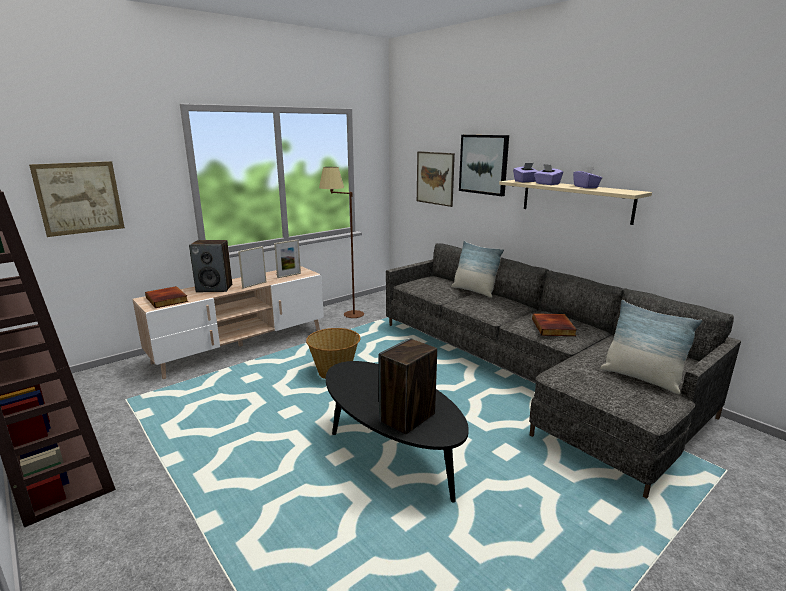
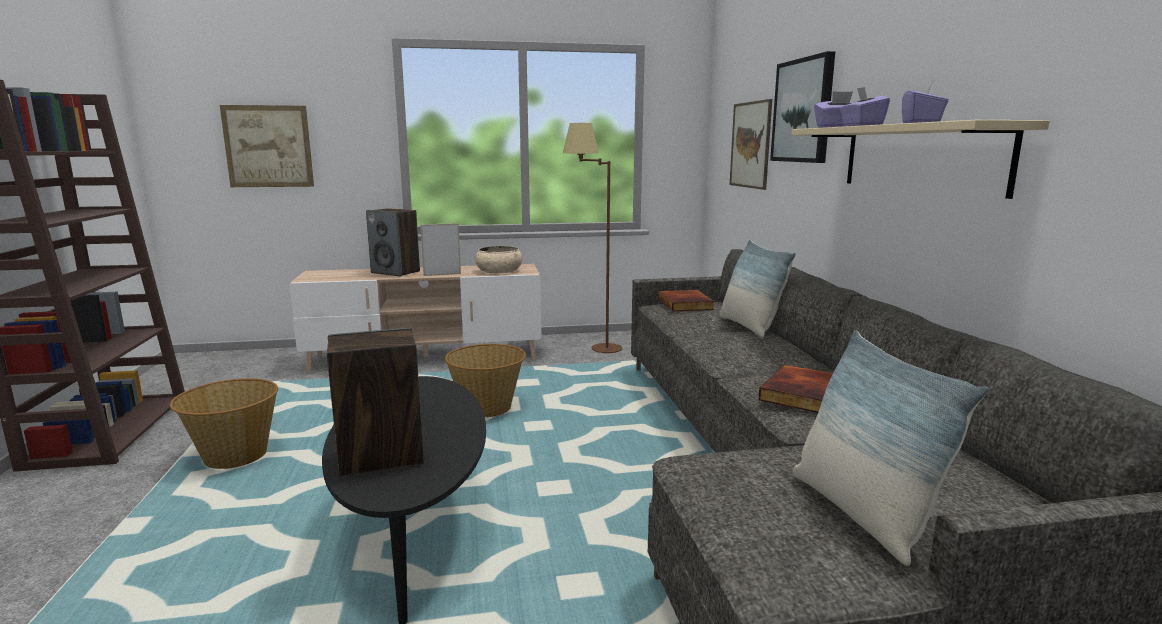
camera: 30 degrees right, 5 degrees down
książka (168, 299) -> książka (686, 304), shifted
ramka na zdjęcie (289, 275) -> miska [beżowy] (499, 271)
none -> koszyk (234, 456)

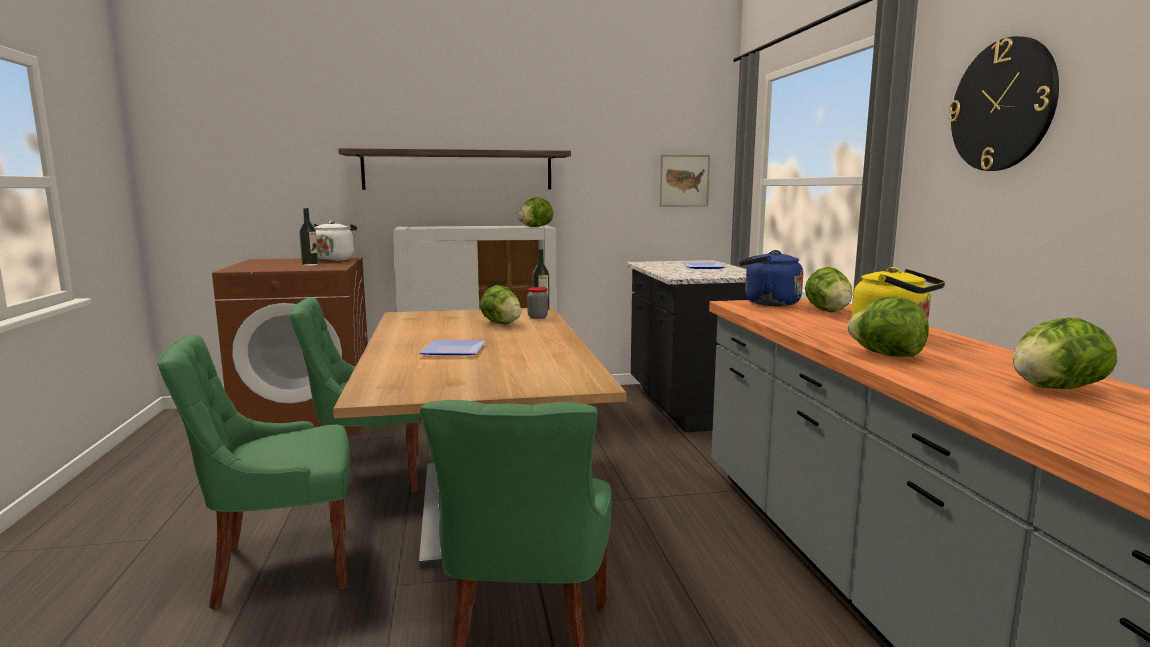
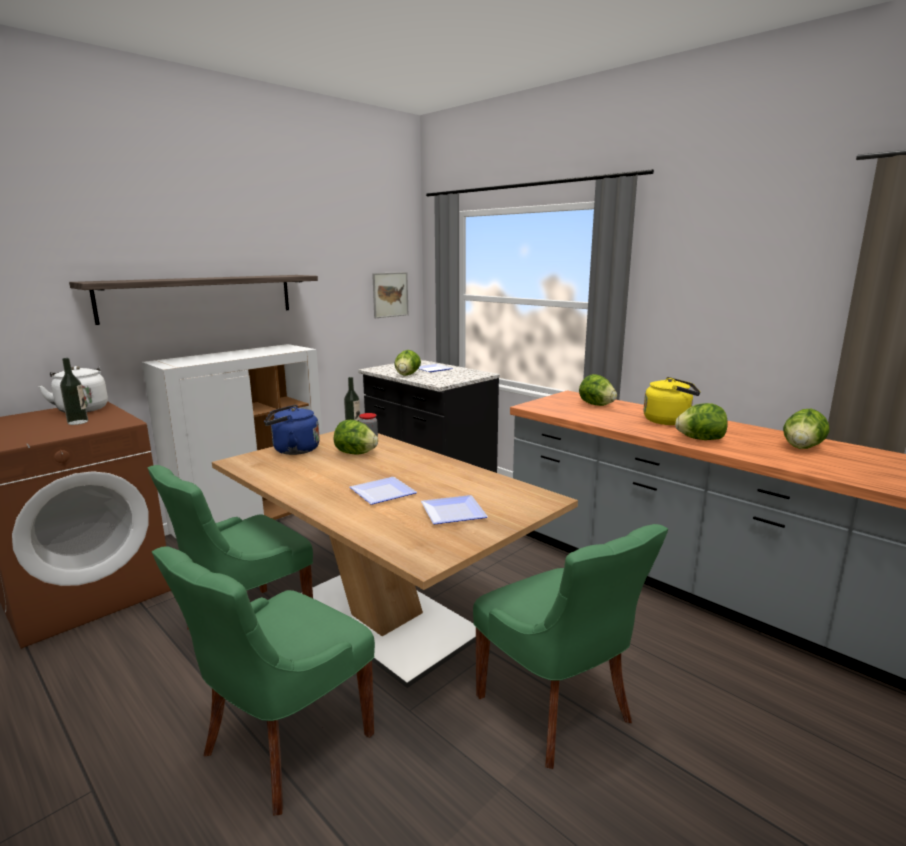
camera: 35 degrees left, 5 degrees up
sałata (535, 227) -> sałata (407, 375), shifted
czajnik [niebieski] (768, 303) -> czajnik [niebieski] (293, 450), shifted
zegar ścienny (1002, 105) -> none
none -> talerz (451, 512)

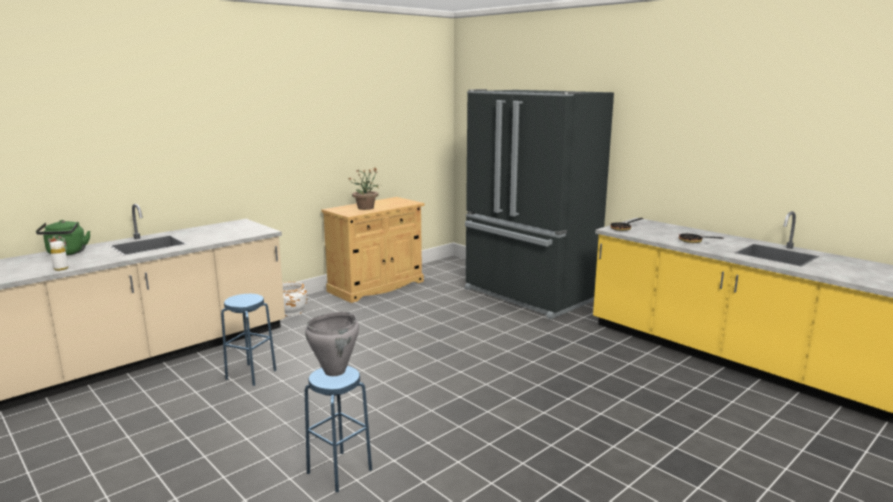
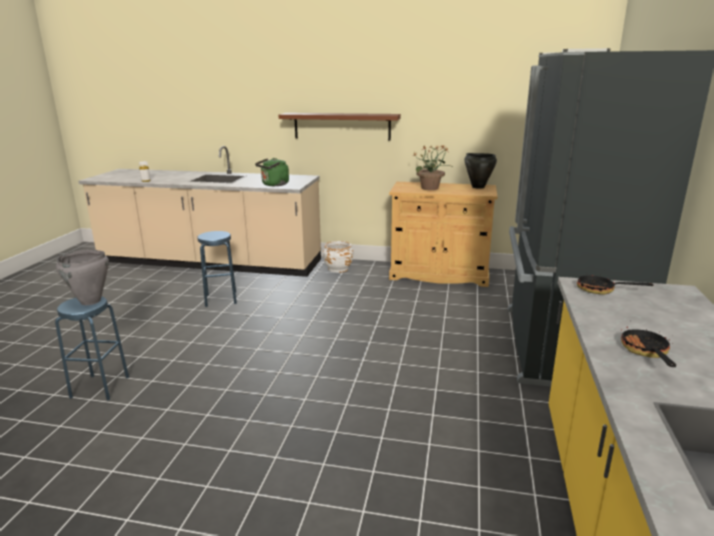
camera: 55 degrees right, 5 degrees up
czajnik [zielony] (66, 253) -> czajnik [zielony] (274, 185), shifted
none -> półka [brązowy] (342, 126)
none -> garnek [czarny] (478, 187)

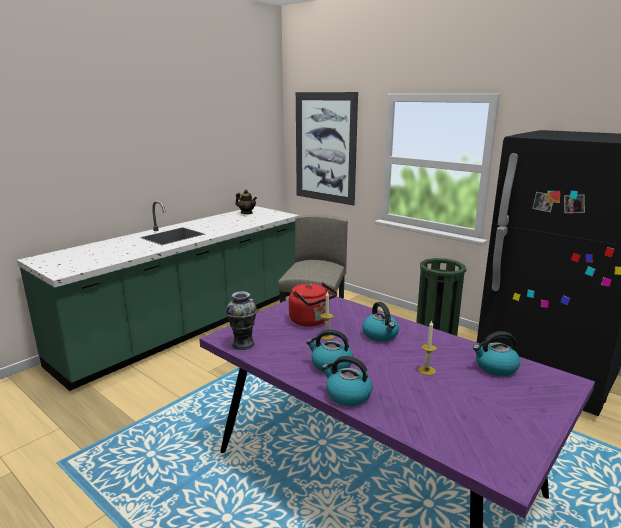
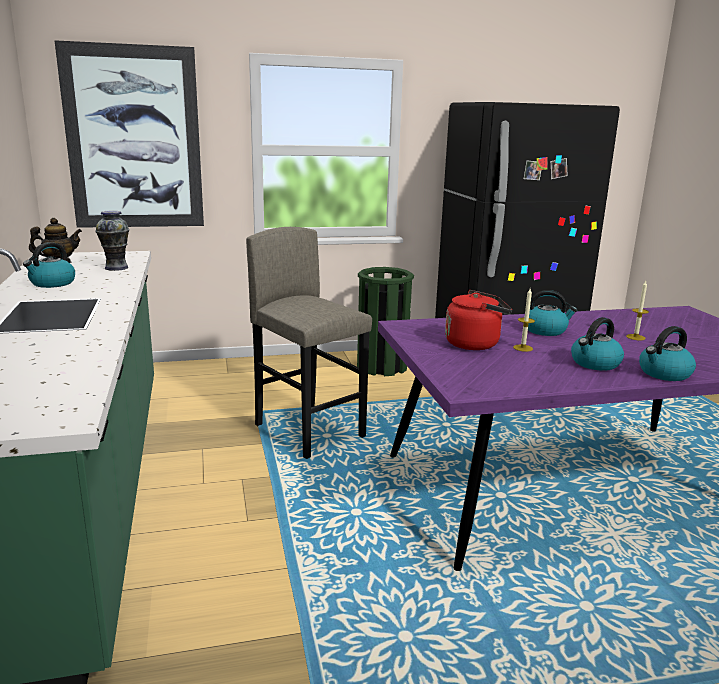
camera: 55 degrees left, 0 degrees up
wazon (243, 344) -> wazon (117, 268), shifted
czajnik (495, 367) -> czajnik (52, 283), shifted

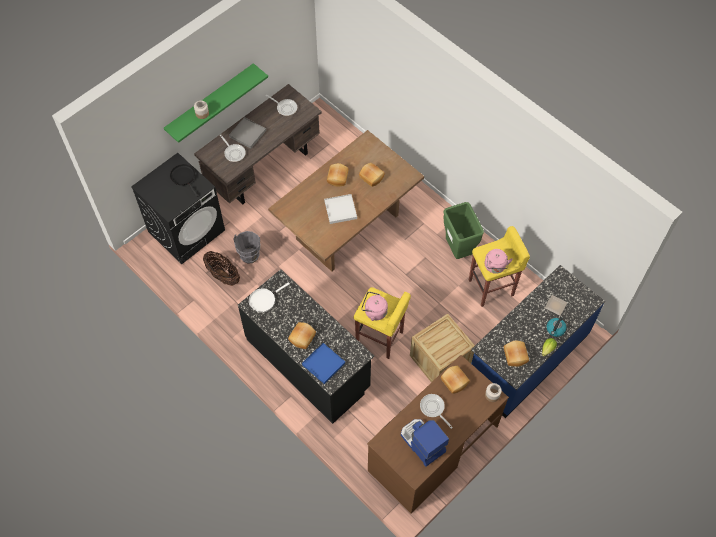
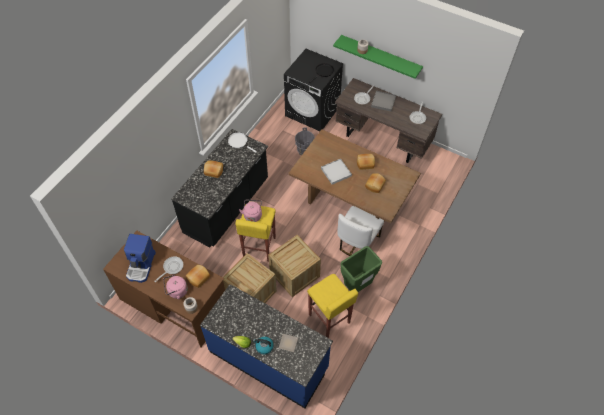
camera: 75 degrees right, 5 degrees down
koszyk (223, 275) -> none
taca [niebieski] (323, 364) -> none
ekspres do kawy (422, 443) -> ekspres do kawy (141, 265), 150 degrees clockwise
czajnik [różowy] (495, 267) -> czajnik [różowy] (176, 291), shifted
chleb (514, 356) -> none
none -> skrzynka (294, 274)
none -> krzesło [biały] (357, 242)

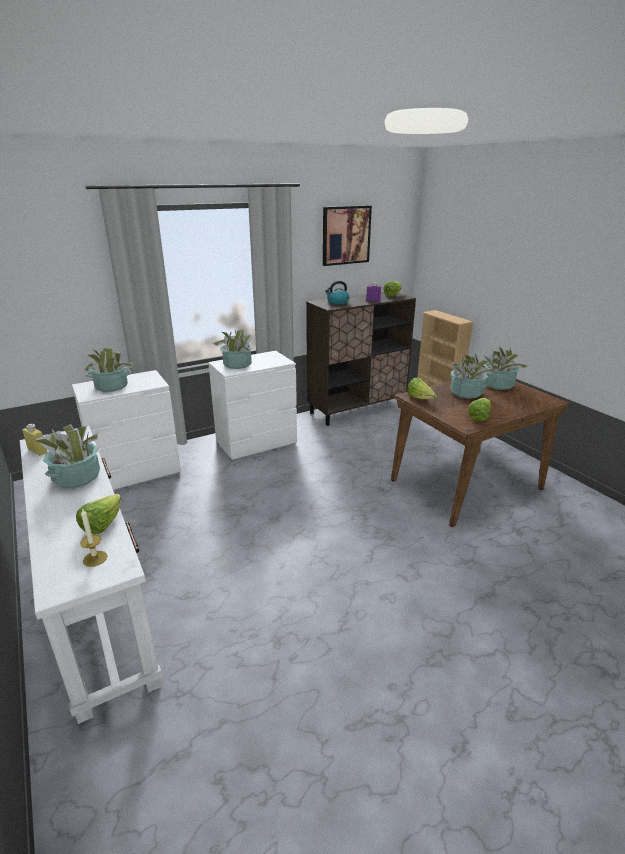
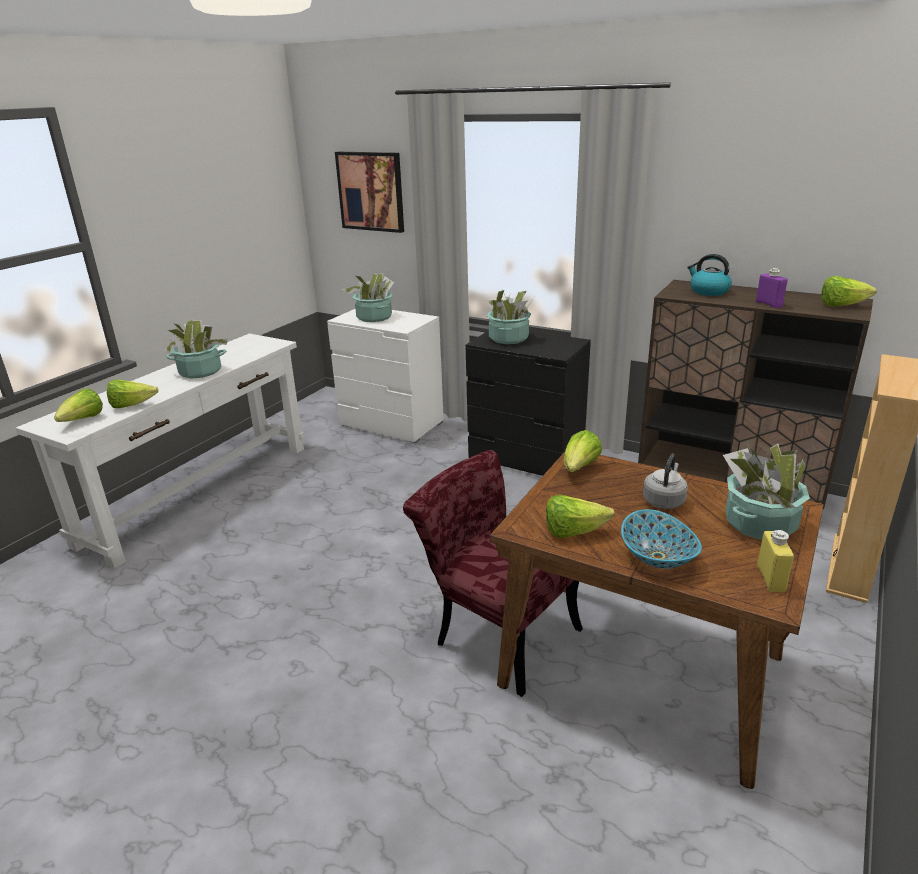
camera: 60 degrees right, 0 degrees up
butelka [żółty] (37, 451) -> butelka [żółty] (770, 578), shifted
świeca (95, 558) -> sałata (83, 420)
komoda [biały] (257, 443) -> komoda [czarny] (527, 458)
obraz (346, 235) -> obraz (371, 191), shifted
roślina doniczkowa (466, 393) -> czajnik [szary] (664, 500)
none -> krzesło [czerwony] (495, 631)
none -> miska (657, 557)

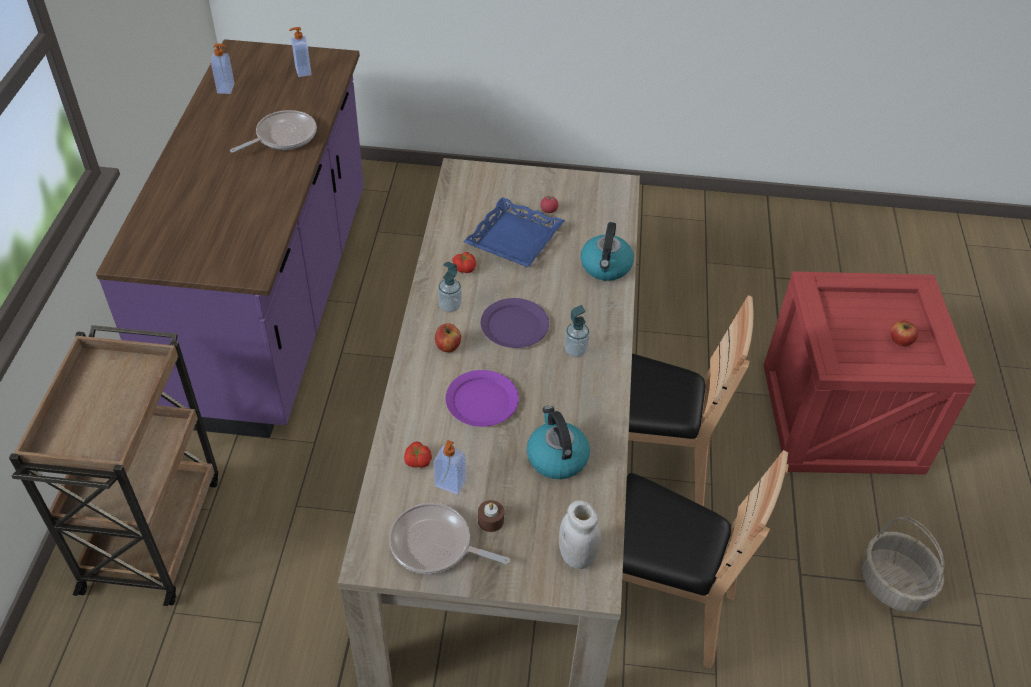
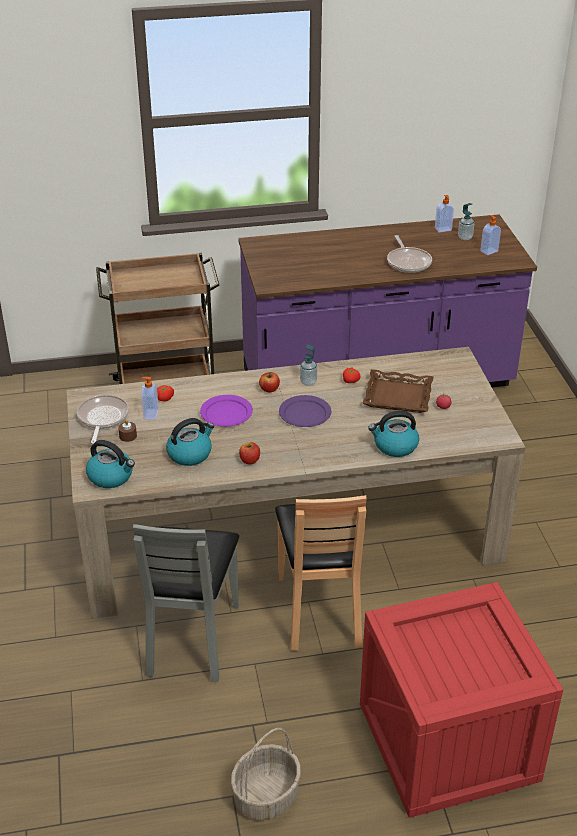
camera: 75 degrees right, 10 degrees down
patelnia (283, 136) -> patelnia (408, 262), 45 degrees clockwise
taca [niebieski] (514, 238) -> taca [brązowy] (398, 396)
słoik [biały] (577, 556) -> czajnik (111, 476)
dozownik mydła (575, 350) -> dozownik mydła (465, 237), shifted
krzesło [brązowy] (659, 605) -> krzesło [szary] (191, 638)
jabłko (900, 341) -> jabłko (249, 460), shifted

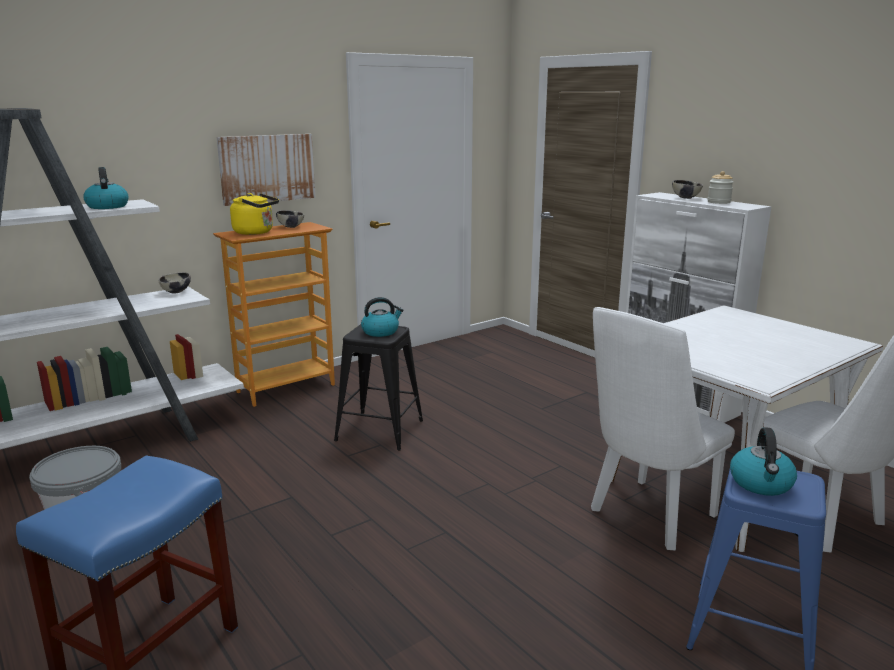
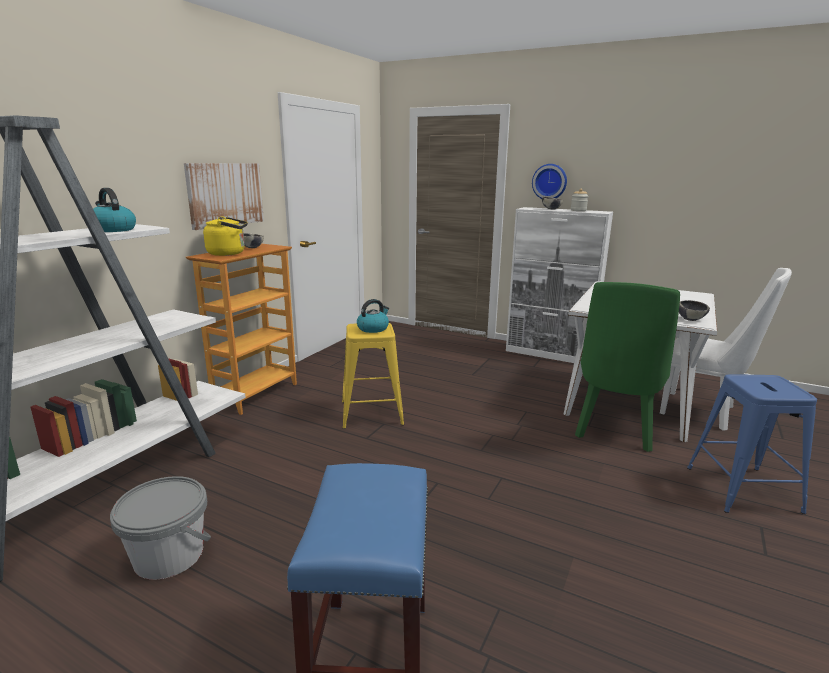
camera: 25 degrees left, 0 degrees up
miska (176, 292) -> miska (690, 319), shifted
stołek [czarny] (379, 430) -> stołek [żółty] (371, 413)
krzesło [biały] (647, 517) -> krzesło [zielony] (614, 433)
czajnik (761, 484) -> none
none -> zegar ścienny (550, 182)

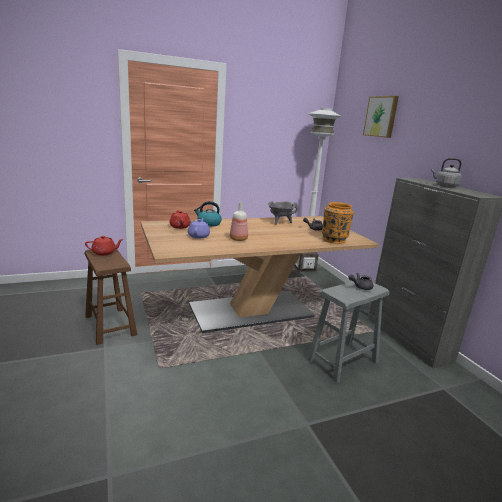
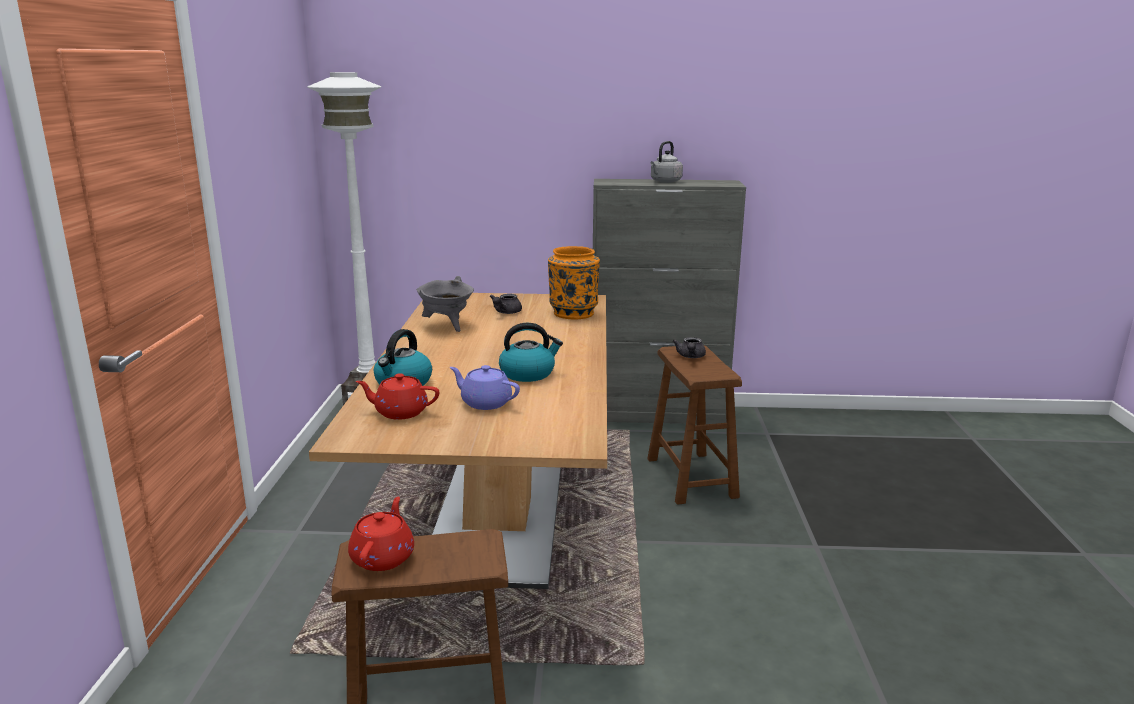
camera: 65 degrees left, 0 degrees up
butelka (238, 239) -> czajnik (528, 373)
stołek [szary] (342, 361) -> stołek [brązowy] (691, 477)
obraz (381, 116) -> none

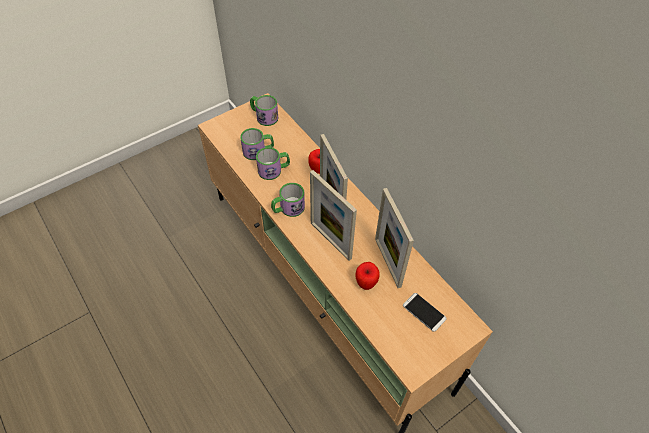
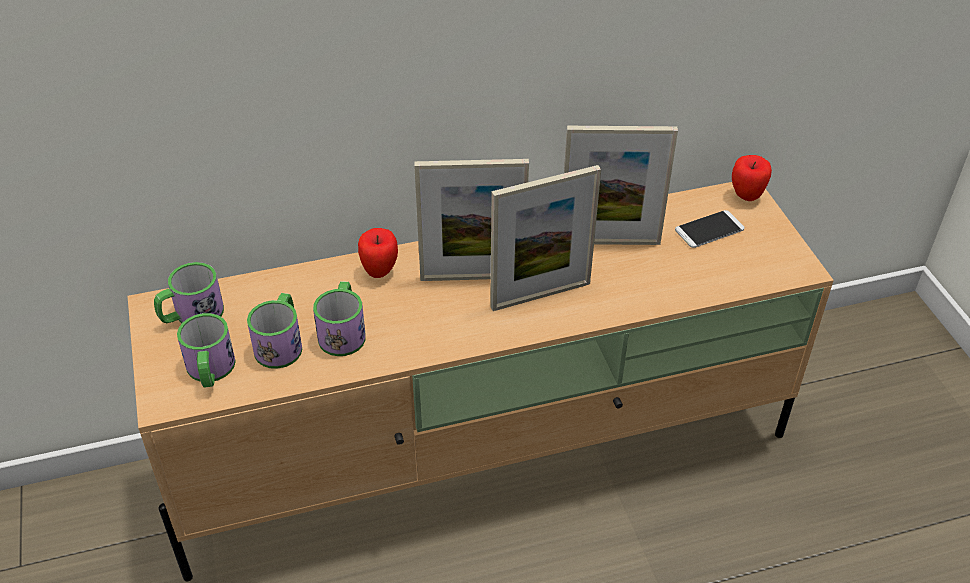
camera: 70 degrees left, 10 degrees down
kubek (288, 208) -> kubek (210, 371), shifted
jabłko (366, 284) -> jabłko (746, 196), shifted

